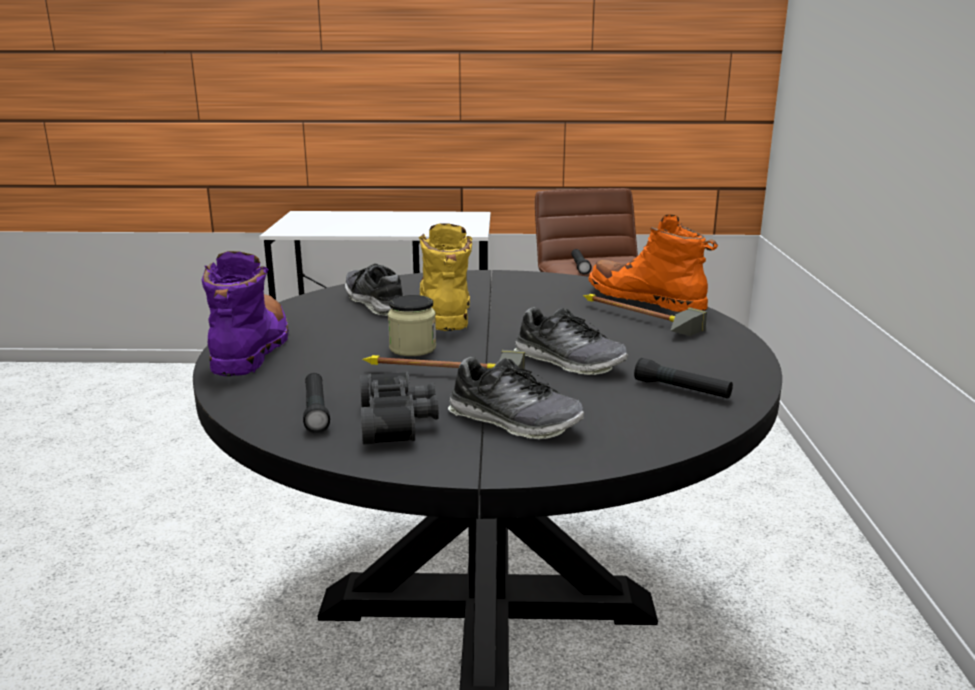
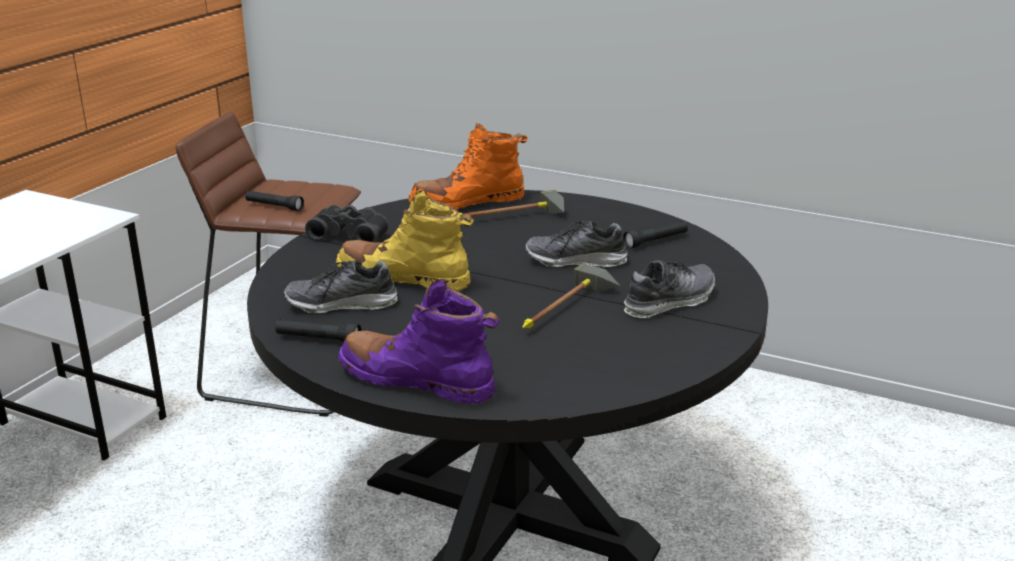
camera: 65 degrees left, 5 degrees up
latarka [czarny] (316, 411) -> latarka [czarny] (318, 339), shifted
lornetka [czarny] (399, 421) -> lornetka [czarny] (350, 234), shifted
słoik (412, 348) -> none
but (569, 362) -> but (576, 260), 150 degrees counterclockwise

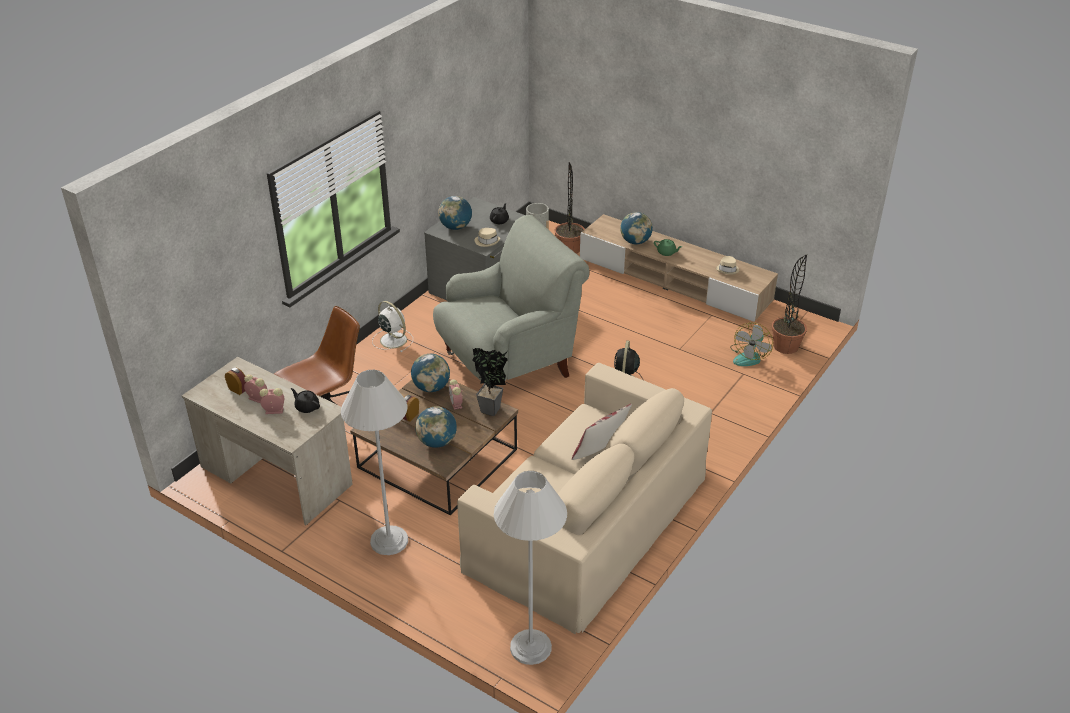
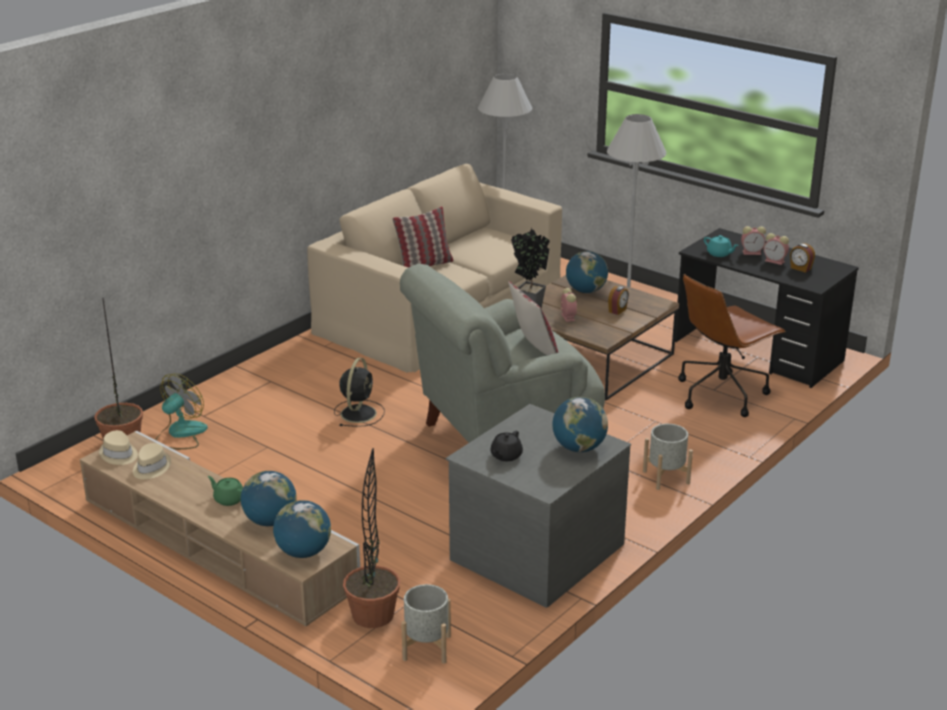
camera: 175 degrees left, 10 degrees down
biurko [beżowy] (276, 475) -> biurko [czarny] (758, 352)
imbryk [czarny] (307, 407) -> imbryk [turkusowy] (719, 254)
wentylator [biały] (392, 339) -> donica [szary] (666, 477)
globus (431, 387) -> globus (303, 552), shifted
kapelusz [beżowy] (487, 241) -> kapelusz [beżowy] (119, 455), shifted
none -> poduszka (534, 348)

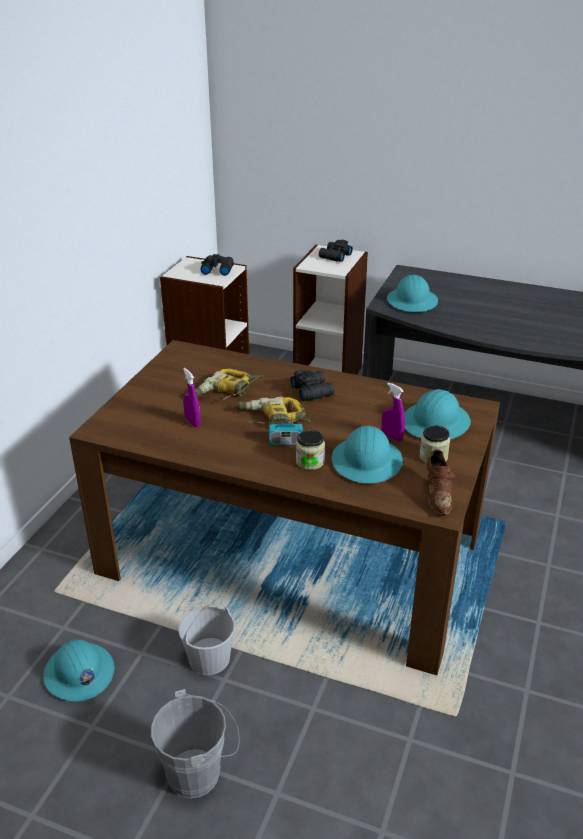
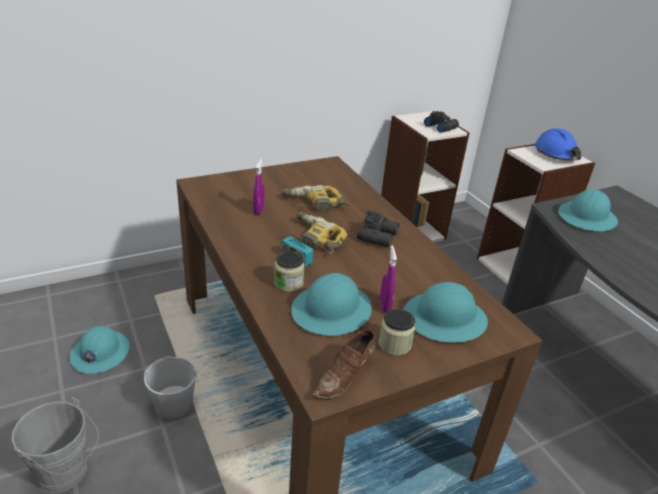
camera: 40 degrees right, 0 degrees up
lornetka [czarny] (334, 256) -> kask [niebieski] (556, 154)

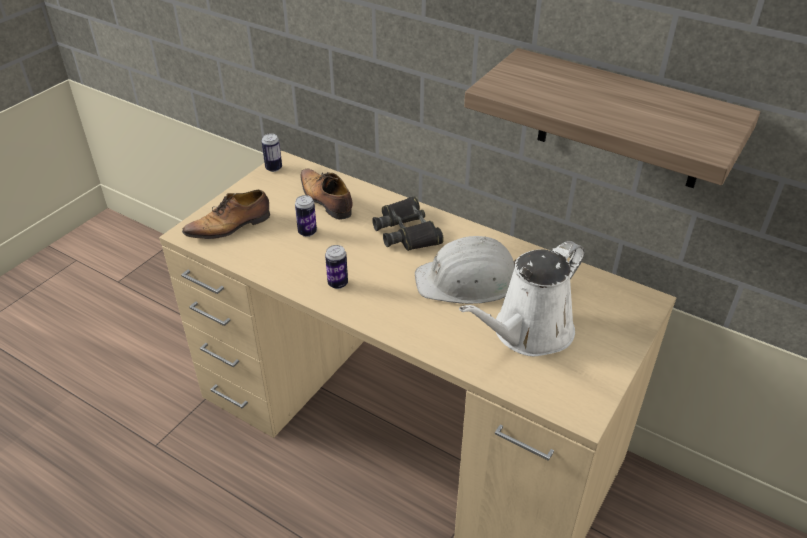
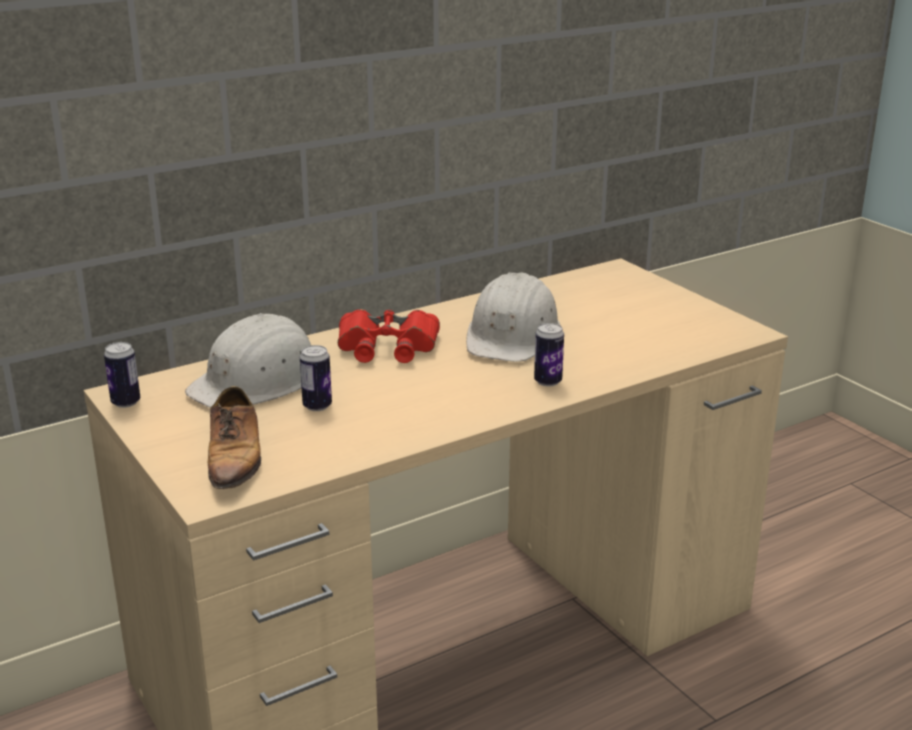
camera: 65 degrees left, 15 degrees down
but (325, 200) -> kask [biały] (258, 381)
puszka (338, 283) -> puszka (548, 381), shifted
lornetka [czarny] (407, 231) -> lornetka [czerwony] (387, 346)
konewka [biały] (528, 333) -> none
półka (621, 121) -> none

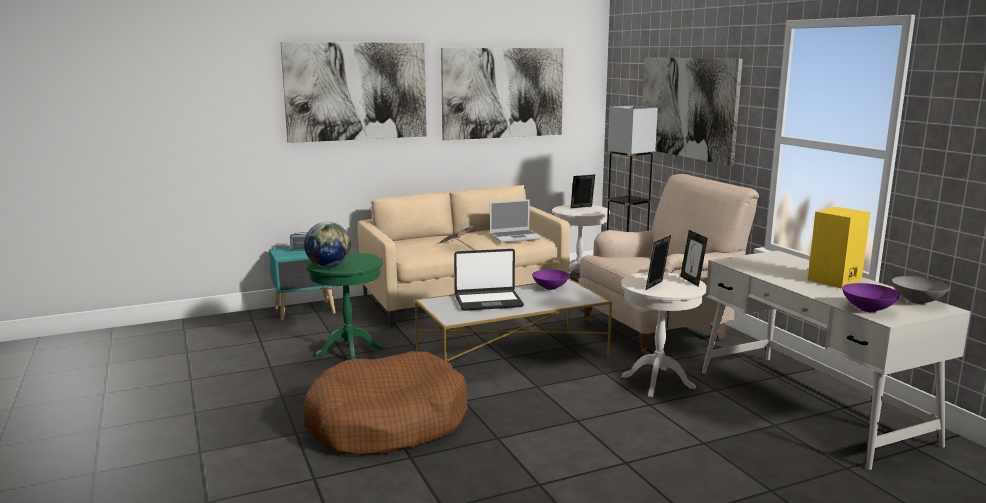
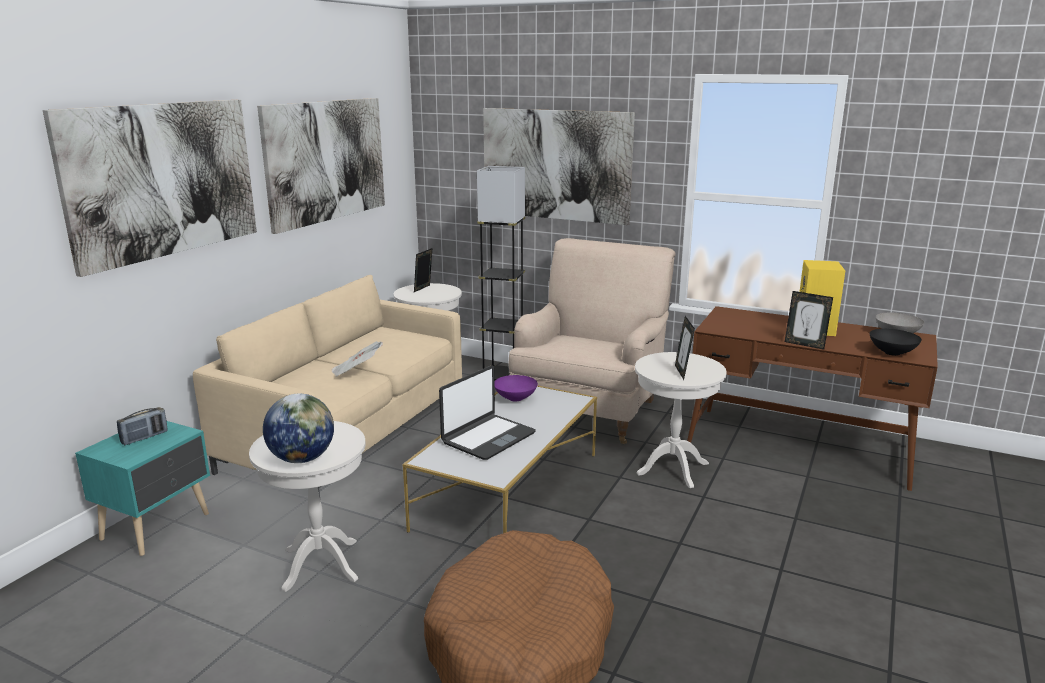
camera: 40 degrees left, 5 degrees up
stolik [zielony] (349, 352) -> stolik [biały] (320, 564)
laptop (515, 237) -> none
ramka na zdjęcie (691, 281) -> ramka na zdjęcie (805, 344), shifted
biurko [biały] (810, 406) -> biurko [brązowy] (799, 446)
miska [fioletowy] (867, 309) -> miska [czarny] (891, 353)

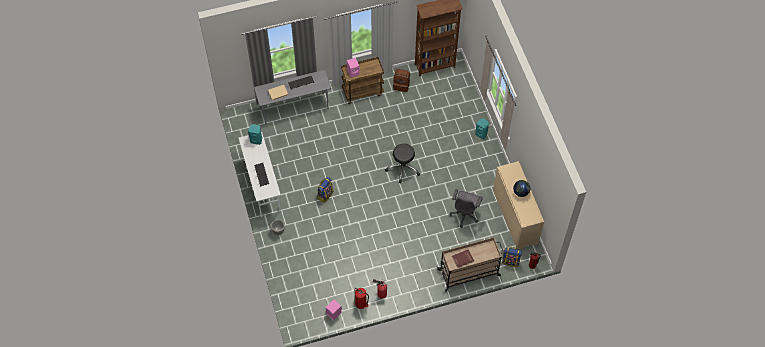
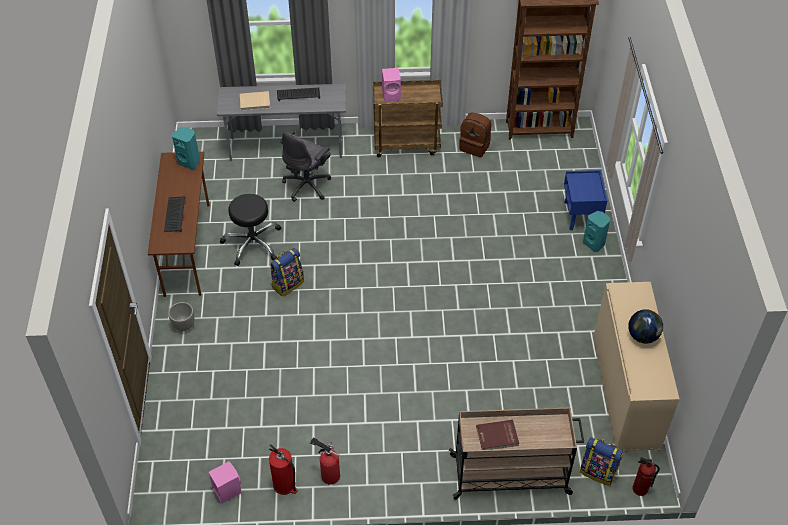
camera: 15 degrees right, 10 degrees down
biurko [biały] (262, 186) -> biurko [brązowy] (187, 249)
stołek [czarny] (402, 167) -> stołek [czarny] (252, 243), shifted
krzesło biurowe [szary] (465, 214) -> krzesło biurowe [szary] (308, 185), shifted
none -> szafka nocna [niebieski] (581, 216)

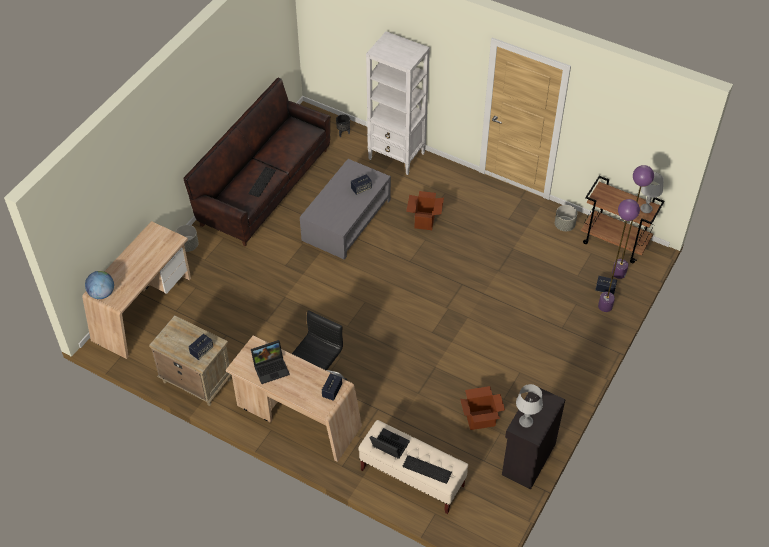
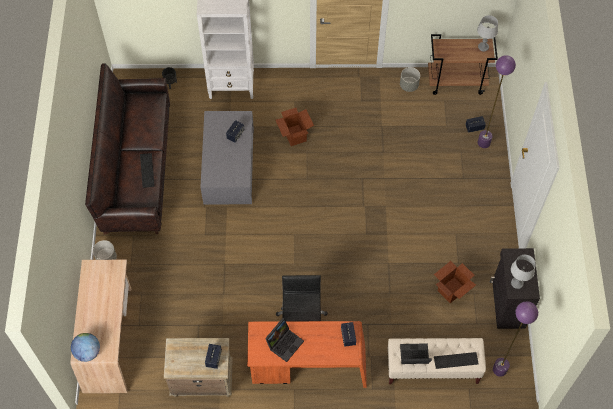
camera: 30 degrees left, 10 degrees up
biurko [beżowy] (297, 418) -> biurko [pomarańczowy] (308, 367)
lampa stojąca [fioletowy] (618, 273) -> lampa stojąca [fioletowy] (499, 369), shifted

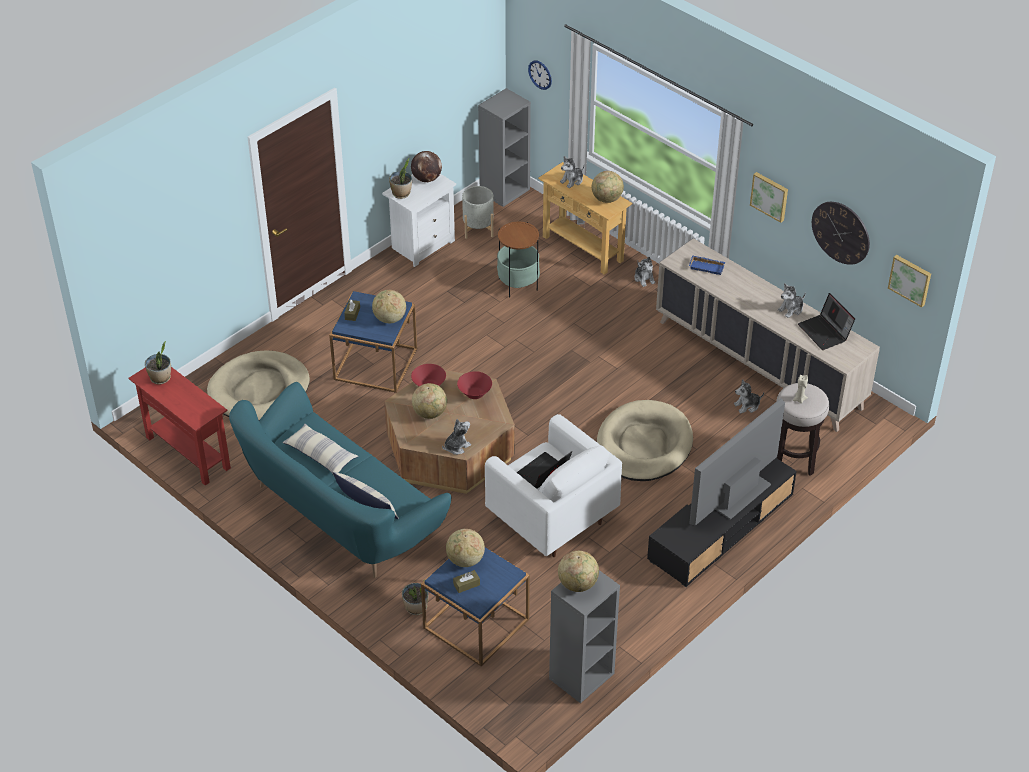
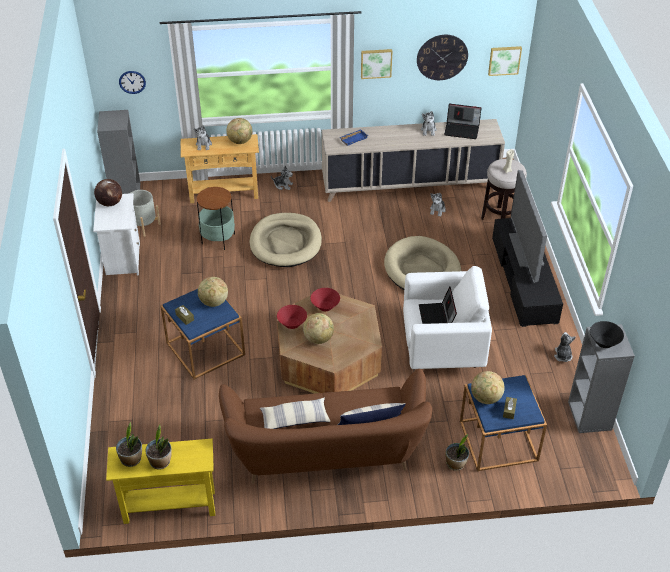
camera: 50 degrees left, 0 degrees up
stolik konsolowy [czerwony] (188, 453) -> stolik konsolowy [żółty] (169, 506)
legowisko [beżowy] (259, 390) -> legowisko [beżowy] (285, 243), shifted
kanapa [turkusowy] (339, 514) -> kanapa [brązowy] (326, 453)
roślina doniczkowa (401, 193) -> roślina doniczkowa (160, 462), shifted
pluszak (456, 446) -> pluszak (562, 355), shifted
globus (578, 584) -> miska [czarny] (604, 342)

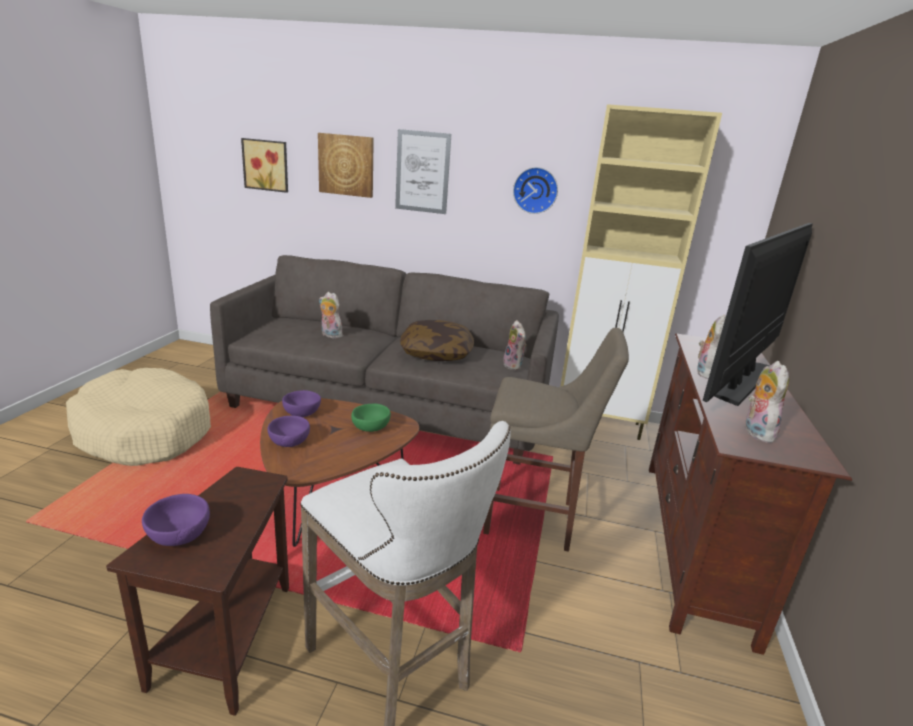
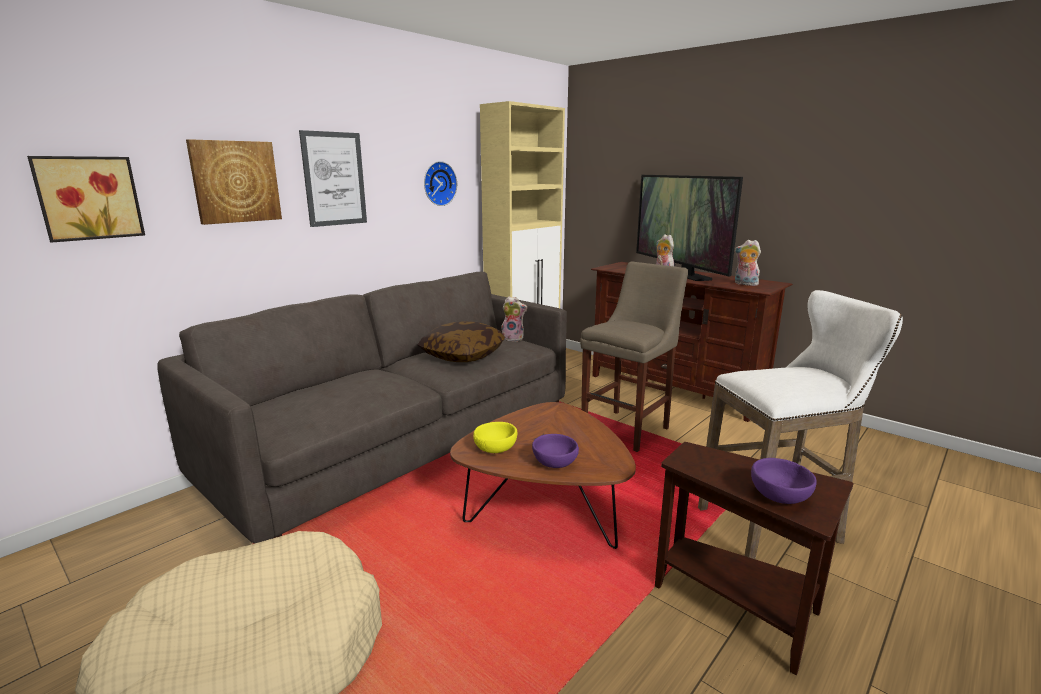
camera: 60 degrees left, 5 degrees down
miska [fioletowy] (301, 414) -> miska [żółty] (496, 449)
pluszak (330, 335) -> none
miska [zielony] (371, 428) -> none

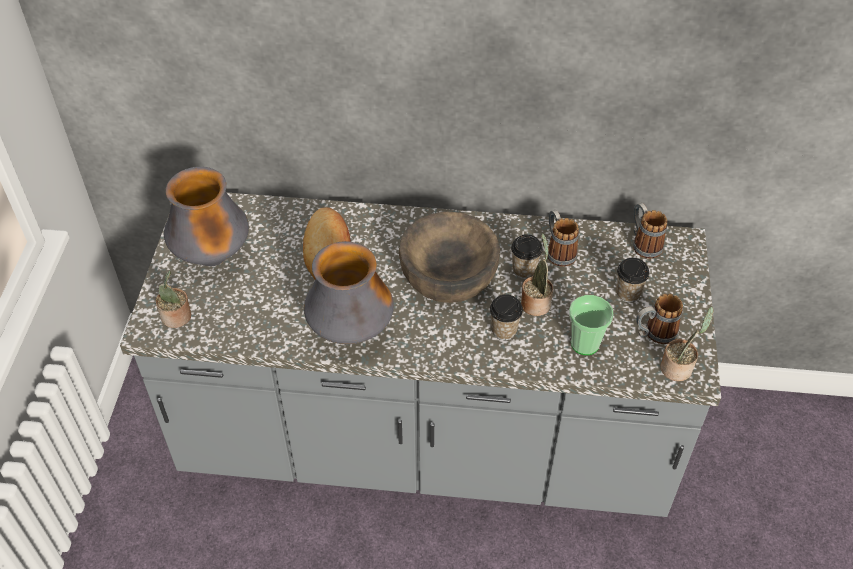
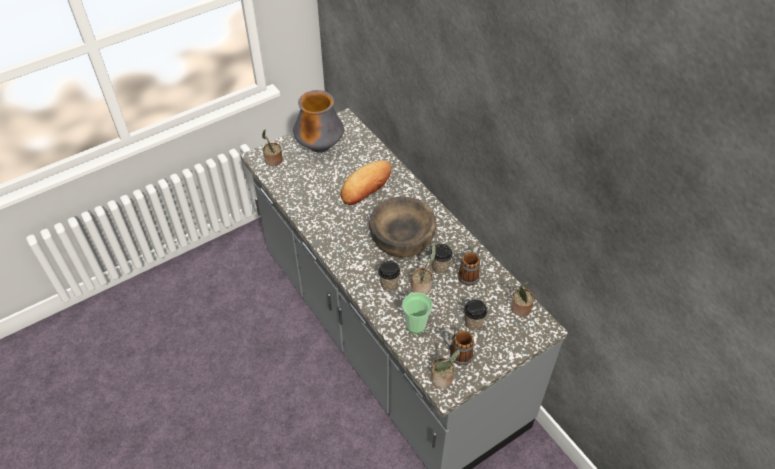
camera: 50 degrees right, 0 degrees up
wazon (351, 332) -> none
kubek (643, 243) -> roślina doniczkowa (520, 309)

